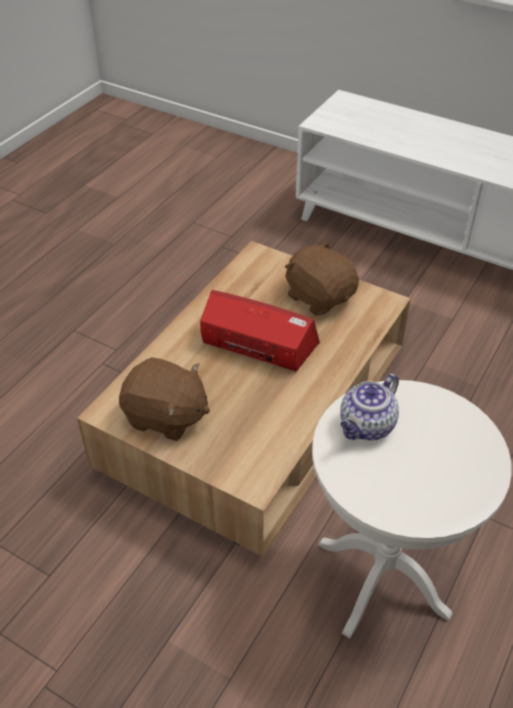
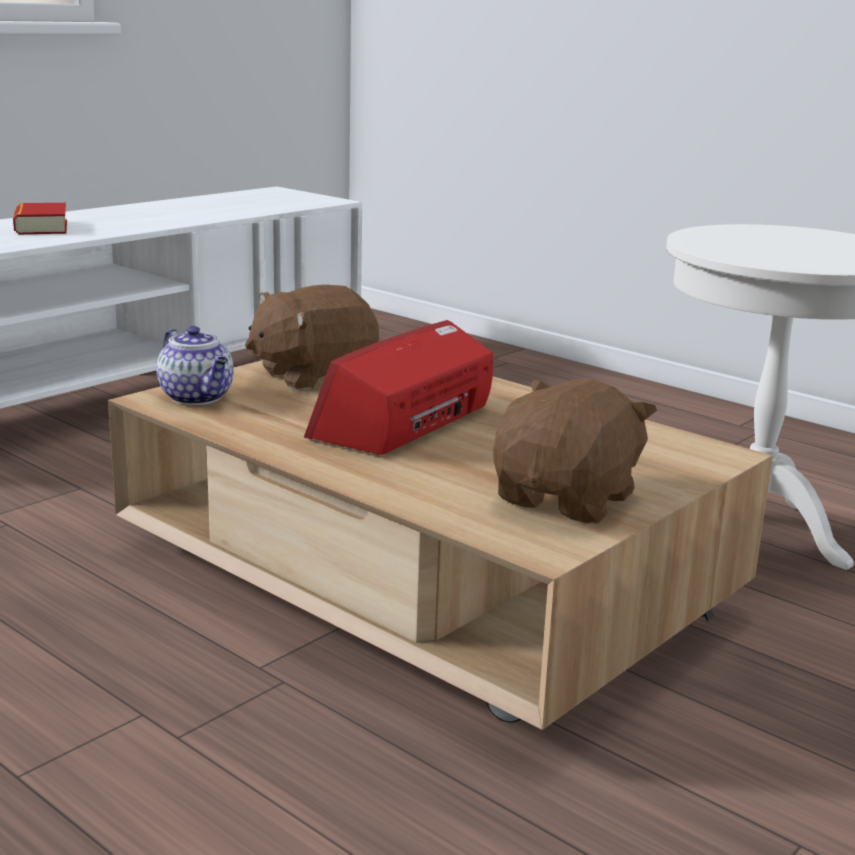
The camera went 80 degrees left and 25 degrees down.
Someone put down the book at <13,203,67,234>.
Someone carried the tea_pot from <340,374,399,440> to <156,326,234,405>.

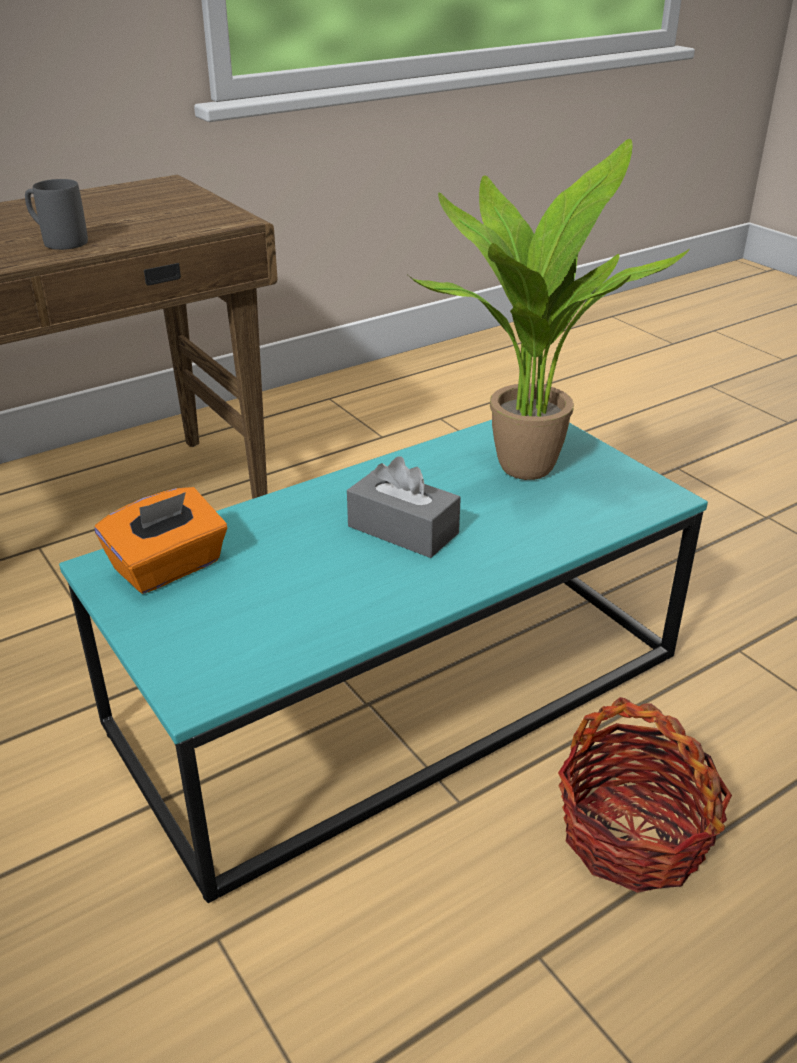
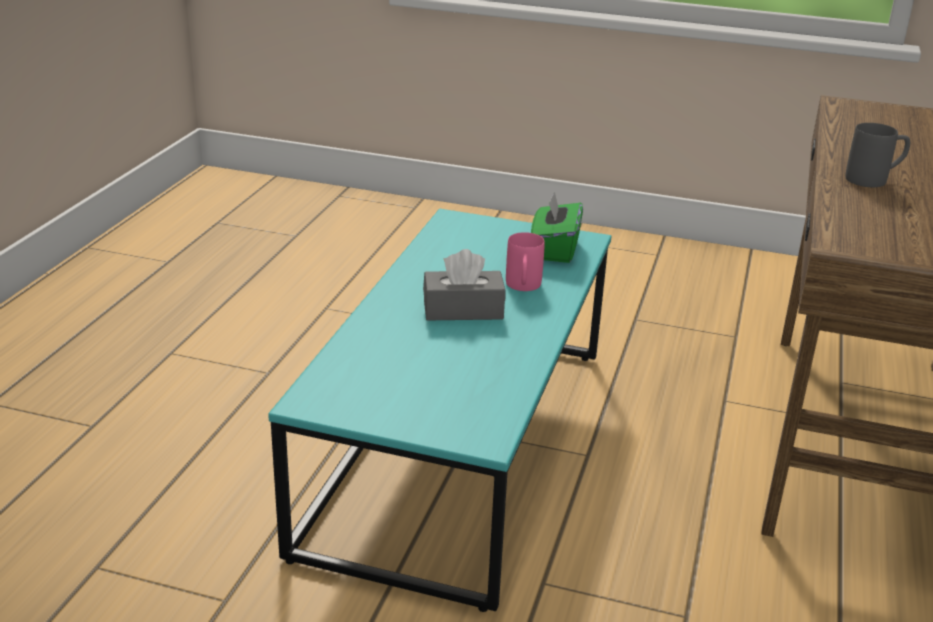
The camera went 140 degrees right and 5 degrees down.
Someone took away the potted_plant at <408,139,690,480>.
Someone took away the household_basket at <558,697,732,893>.
Someone put down the pink-coloured_tea_mug at <506,232,545,291>.
Someone repainted the orange_box_of_tissues at <95,487,227,594>, which became the green_box_of_tissues at <531,191,583,263>.

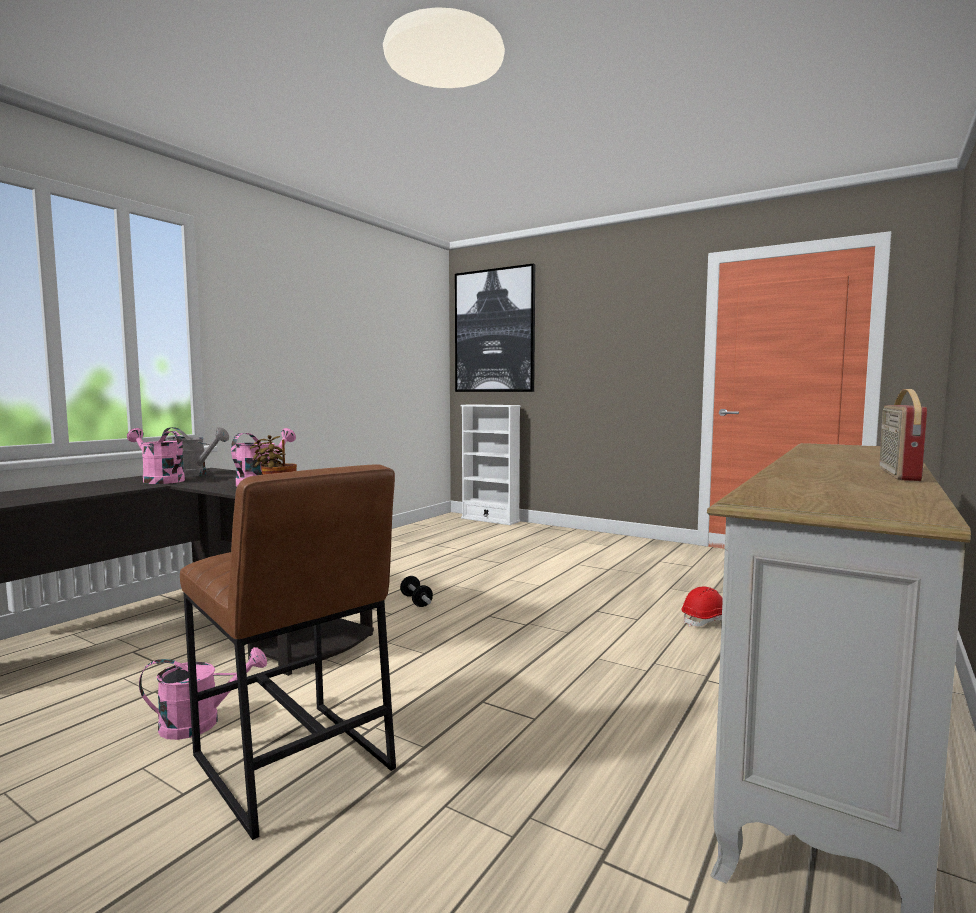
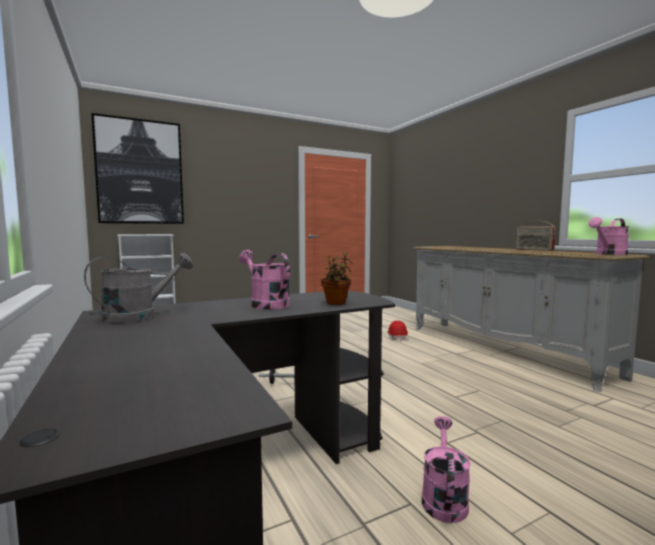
The camera went 60 degrees left and 0 degrees up.
Someone took away the brownish_chair at <180,464,396,840>.
Someone carried the pink-coloured_watering_pot from <127,428,185,484> to <588,217,629,255>.

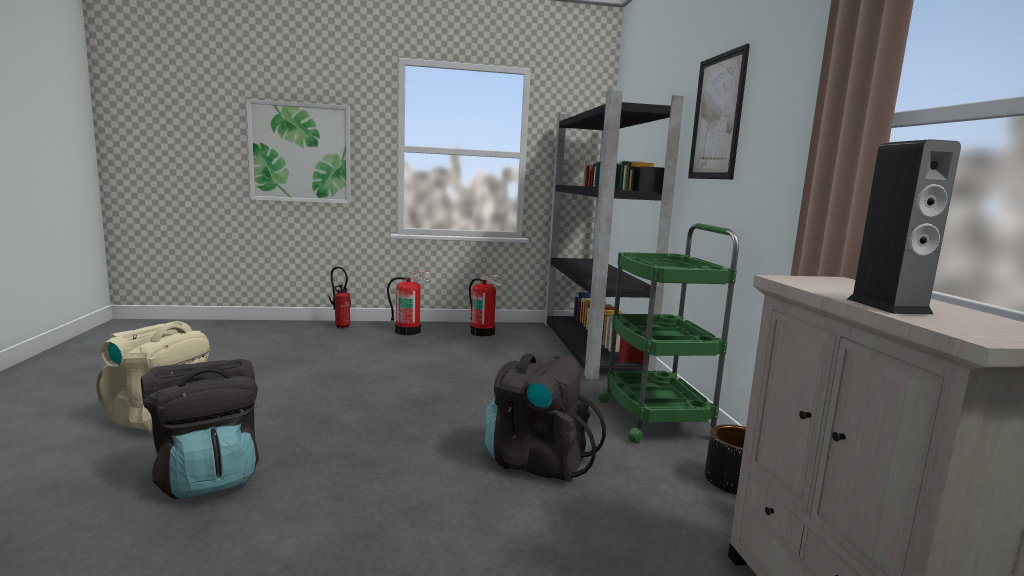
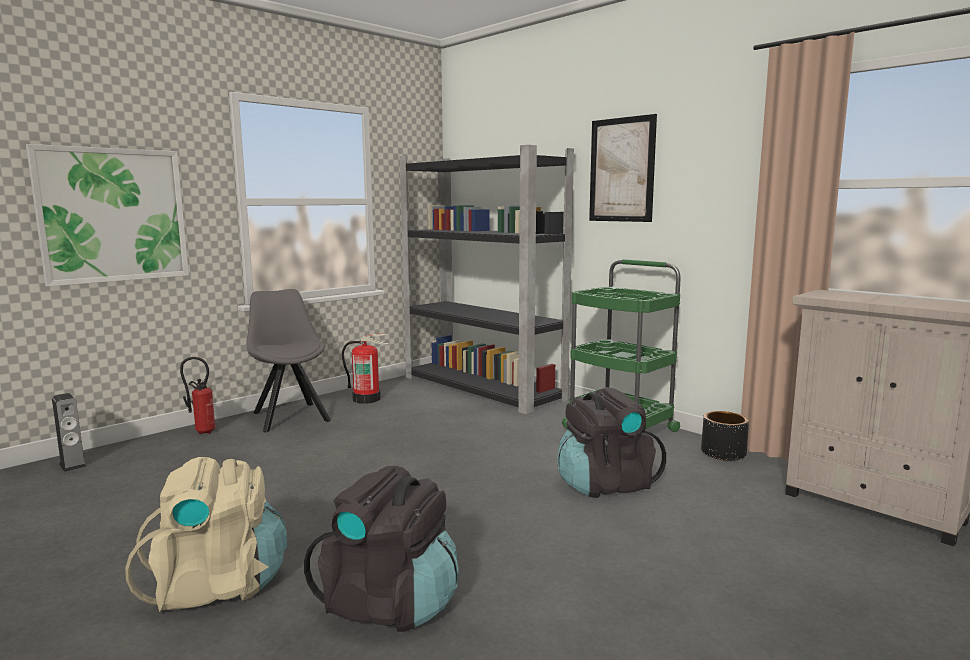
The camera went 35 degrees left and 0 degrees up.
Someone carried the audio_speaker from <848,139,961,315> to <52,393,87,472>.
Someone swapped the fire_extinguisher at <387,271,431,335> for the greyish_chair at <246,289,331,432>.

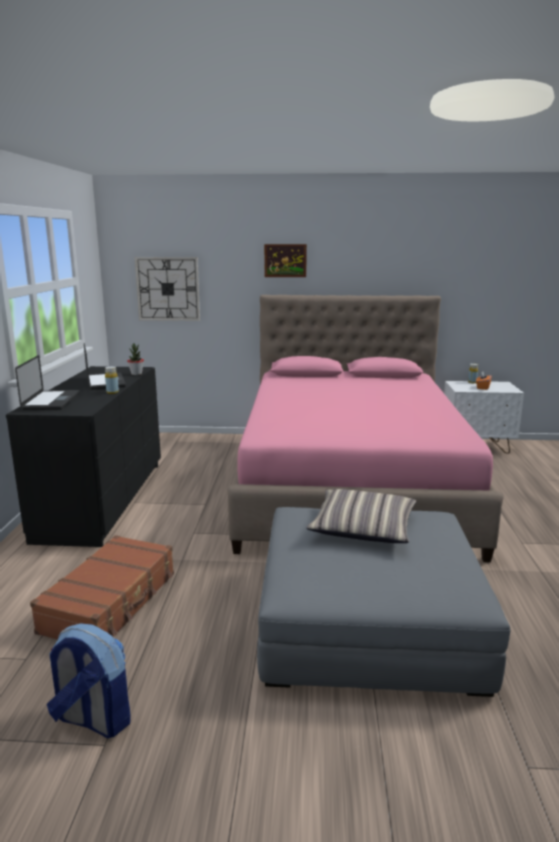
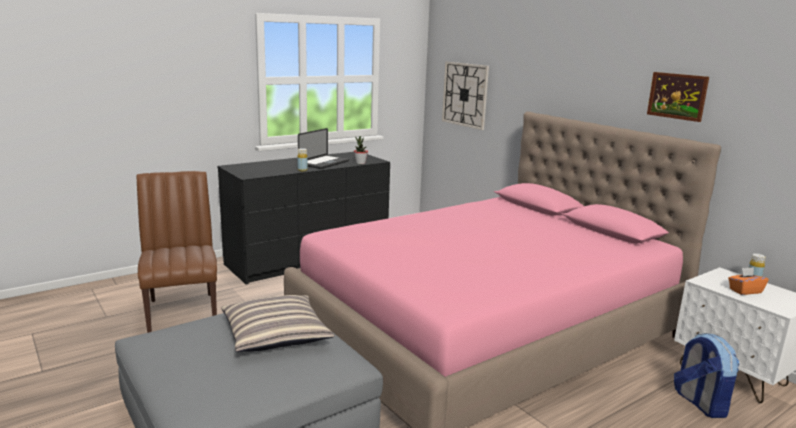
The camera went 50 degrees right and 0 degrees up.
Someone took away the portable_computer at <15,355,80,410>.
Someone carried the knapsack from <47,623,131,738> to <674,333,739,418>.
Someone carried the wall_art from <264,244,307,277> to <647,72,709,122>.
Someone swapped the brownish_suitcase at <30,535,174,640> for the brownish_chair at <137,171,217,333>.

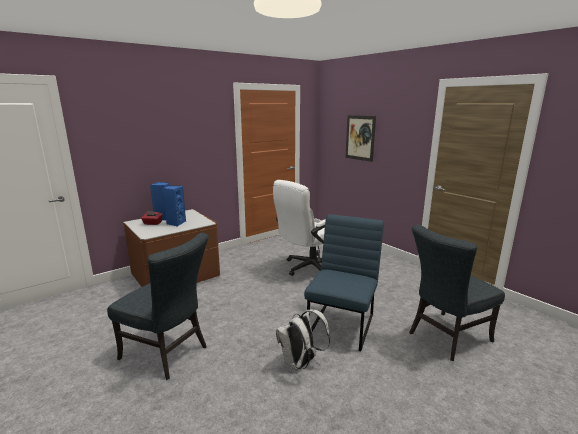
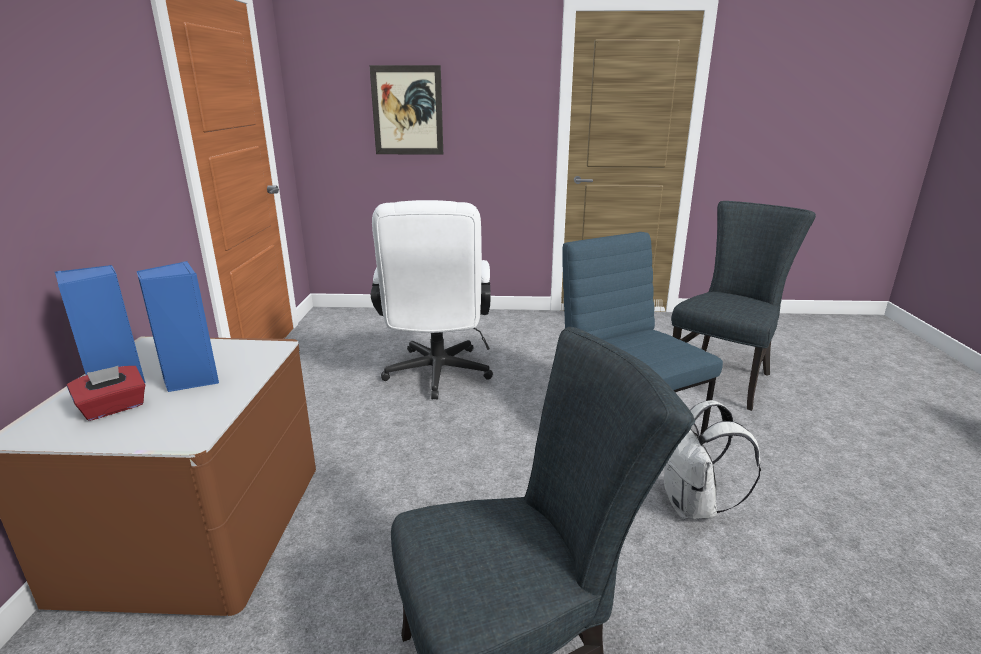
The camera went 50 degrees left and 5 degrees up.
Someone rotated the greyish_chair at <409,225,505,361> by 150 degrees counterclockwise.

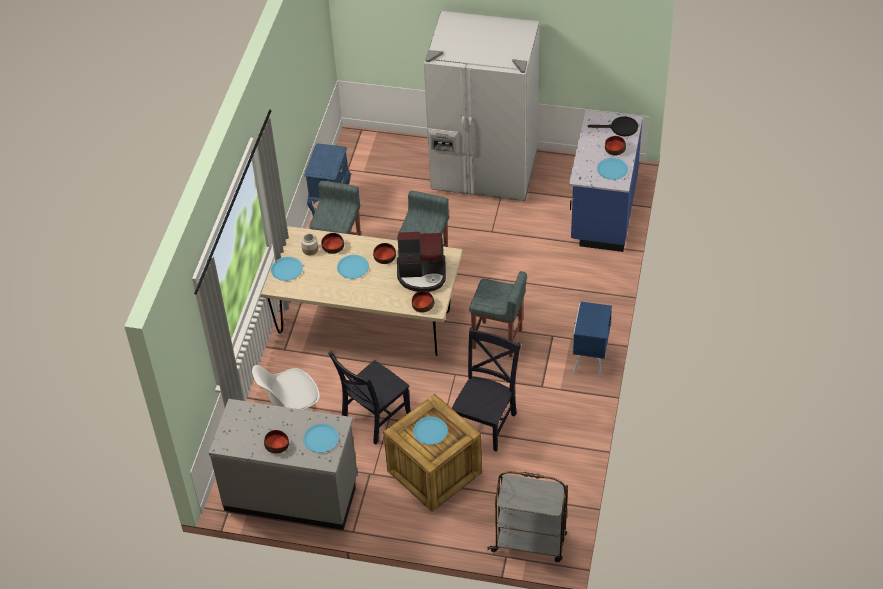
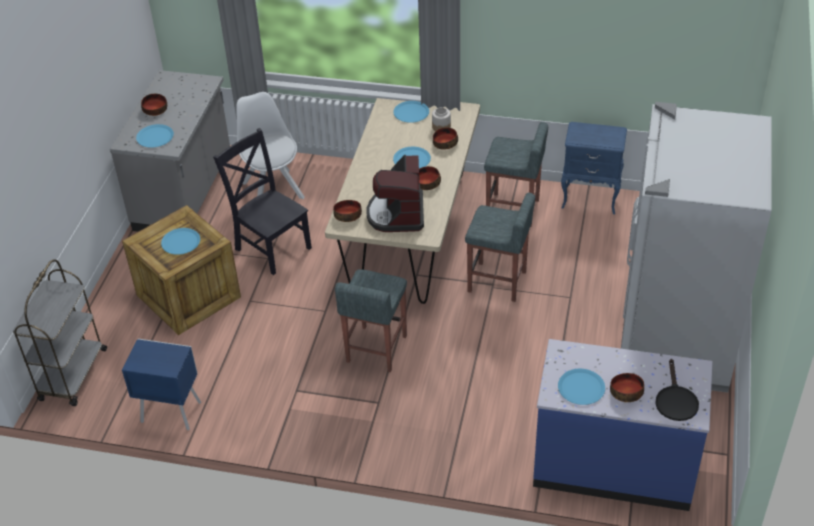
The camera went 90 degrees right and 5 degrees down.
Someone took away the blackish_chair at <452,328,521,452>.
Someone carried the bluish_night_table from <572,302,612,377> to <122,339,201,430>.

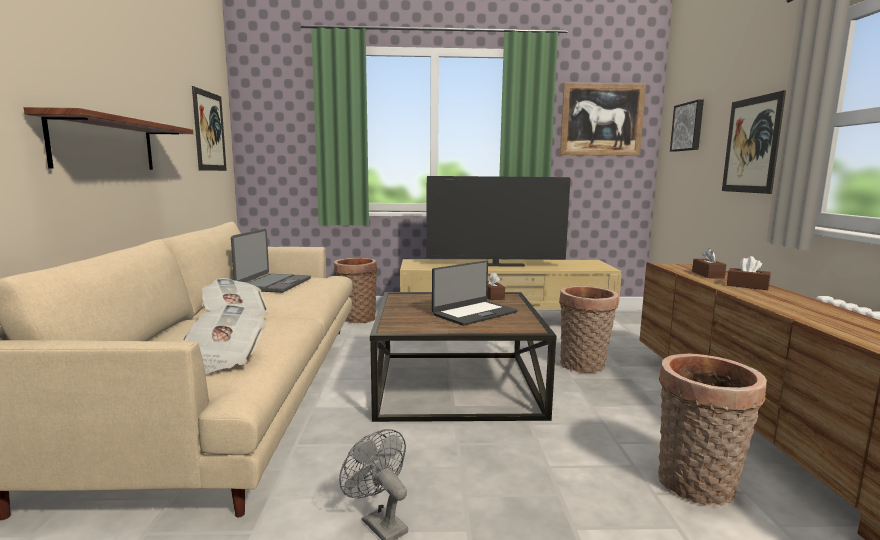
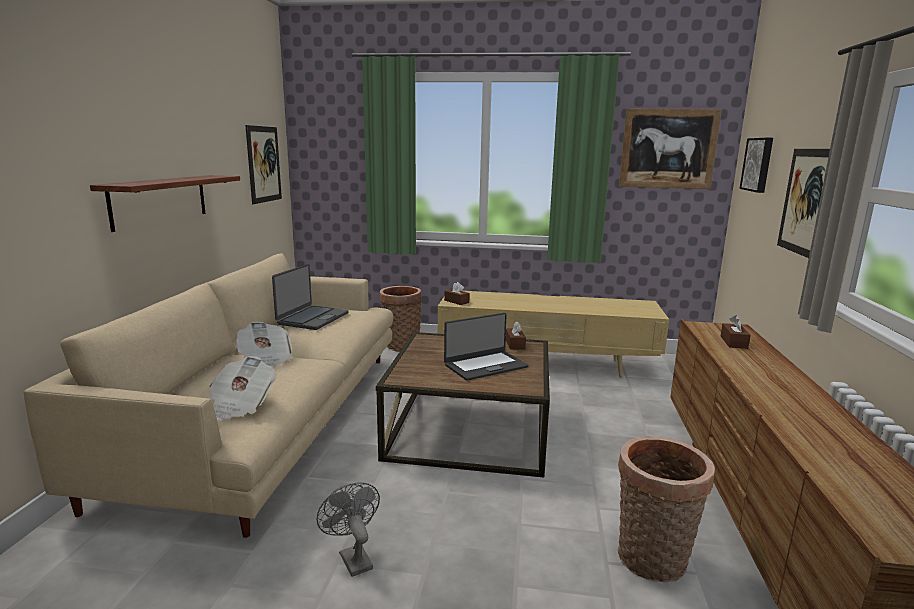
The camera went 10 degrees right and 5 degrees up.
Someone took away the television at <426,176,570,267>.
Someone took away the household_basket at <559,286,619,373>.
Someone carried the brownish_box_of_tissues from <727,256,771,290> to <444,282,470,305>.

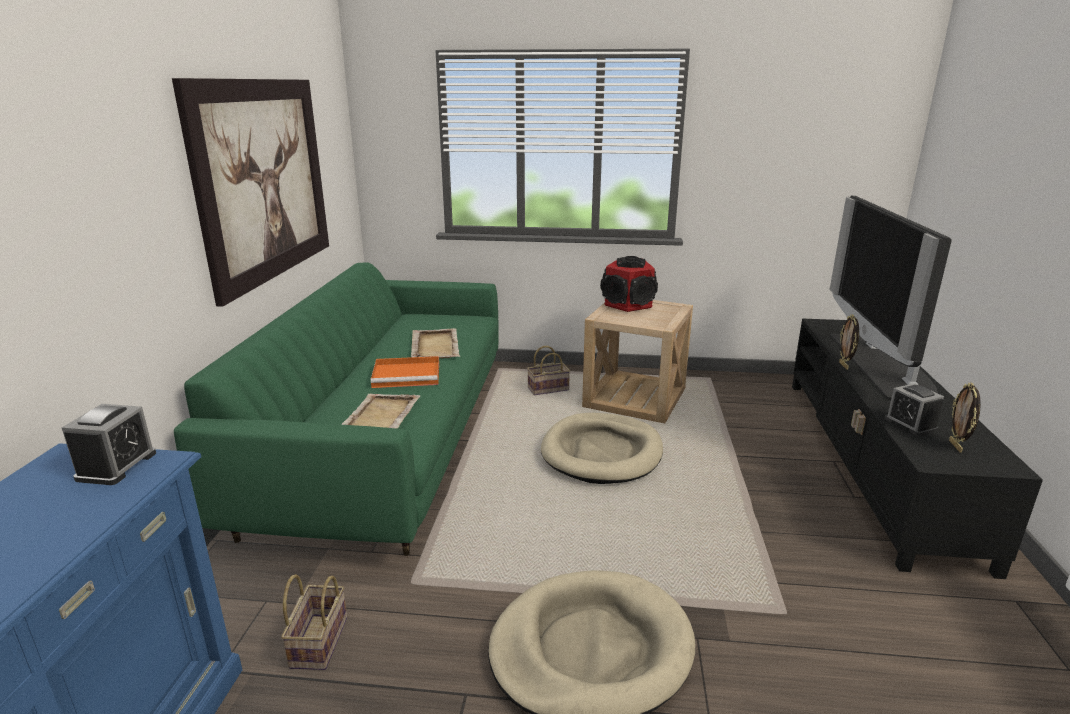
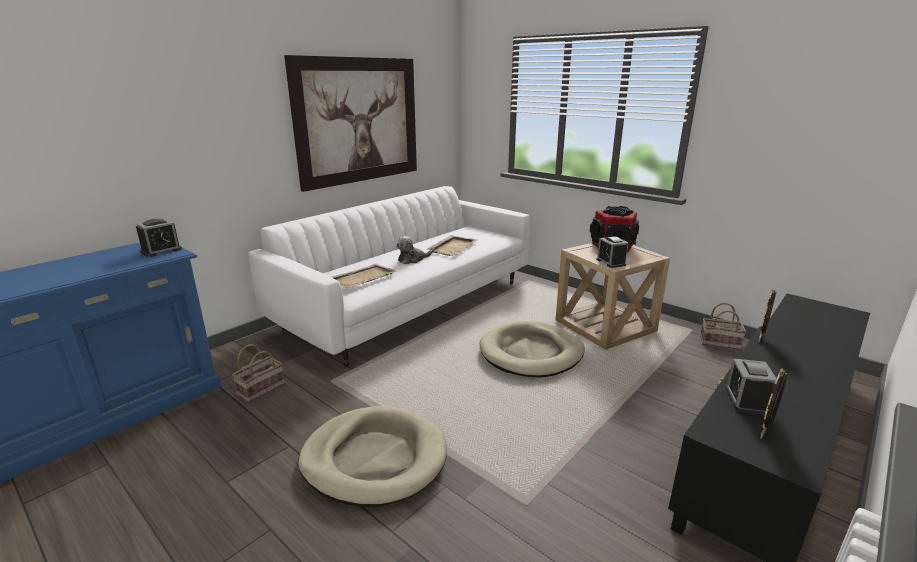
The camera went 35 degrees right and 0 degrees up.
Someone took away the television at <829,196,952,399>.
Someone put down the alarm_clock at <596,236,628,268>.
Someone carried the household_basket from <527,346,570,395> to <700,303,746,350>.
Someone swapped the orange_carrying_tray at <371,356,439,388> for the plush_toy at <396,236,432,264>.
Someone repainted the green_couch at <174,262,499,556>, which became the whitish_couch at <248,186,530,367>.

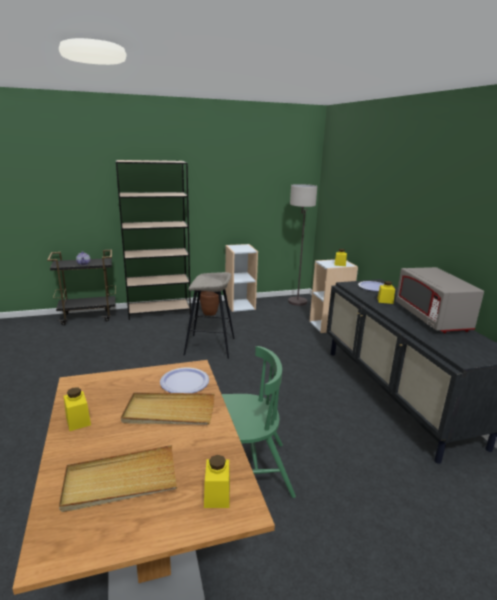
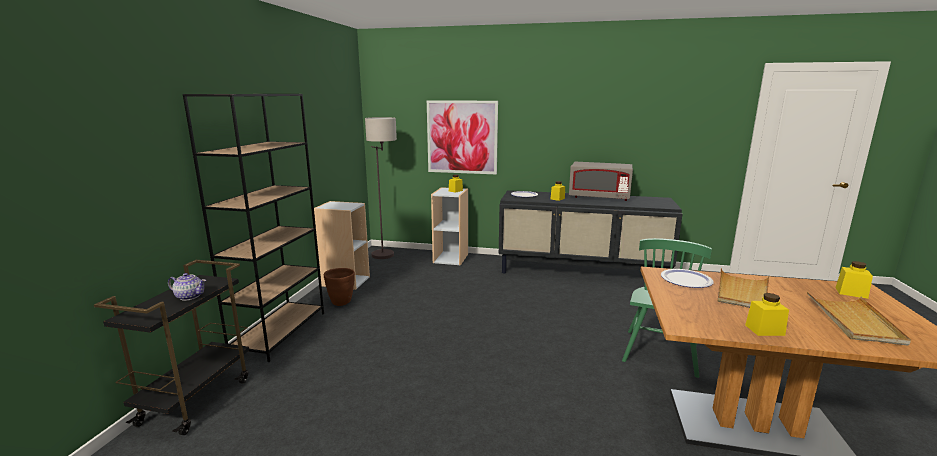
The camera went 60 degrees left and 5 degrees down.
Someone took away the greyish_stool at <184,272,235,359>.
Someone put up the wall_art at <427,100,498,175>.

